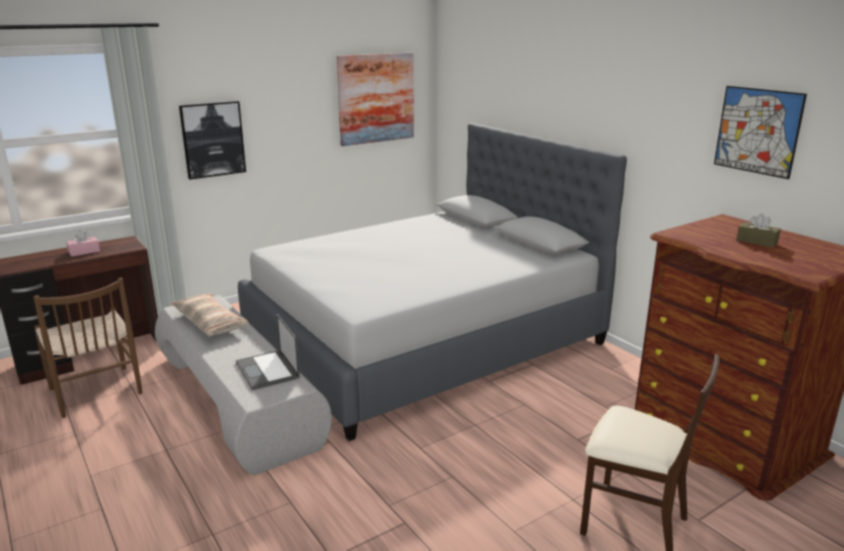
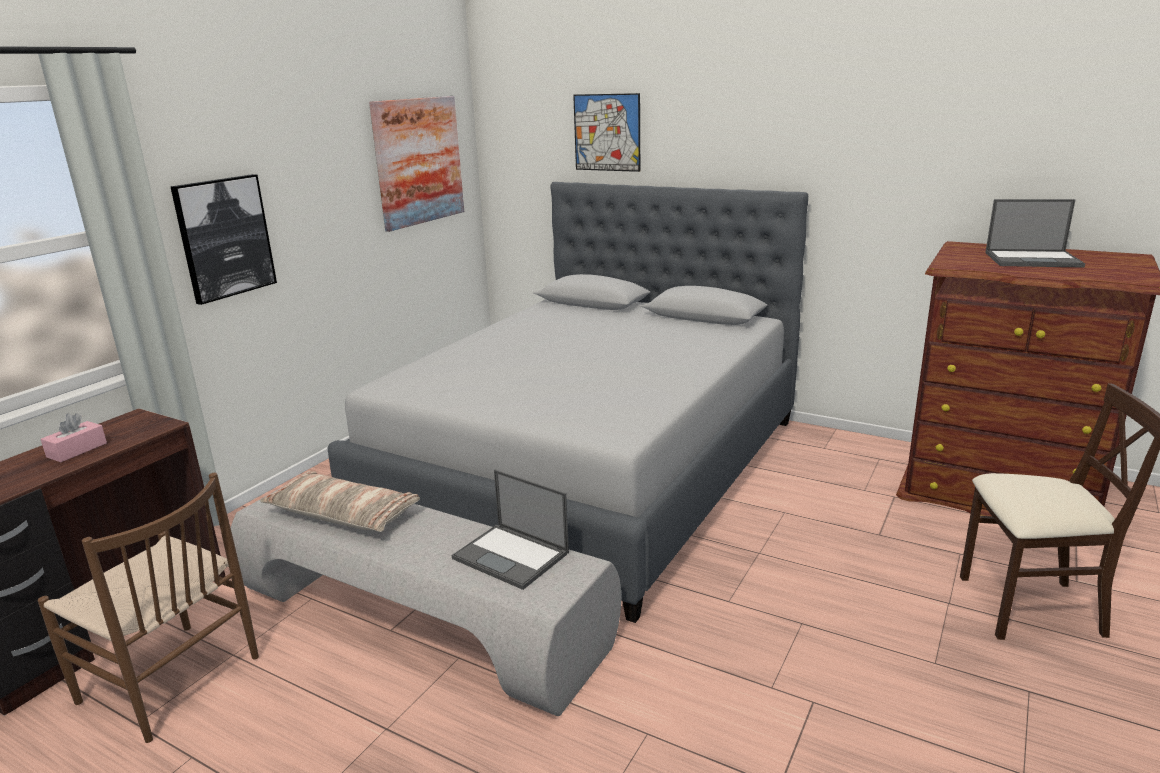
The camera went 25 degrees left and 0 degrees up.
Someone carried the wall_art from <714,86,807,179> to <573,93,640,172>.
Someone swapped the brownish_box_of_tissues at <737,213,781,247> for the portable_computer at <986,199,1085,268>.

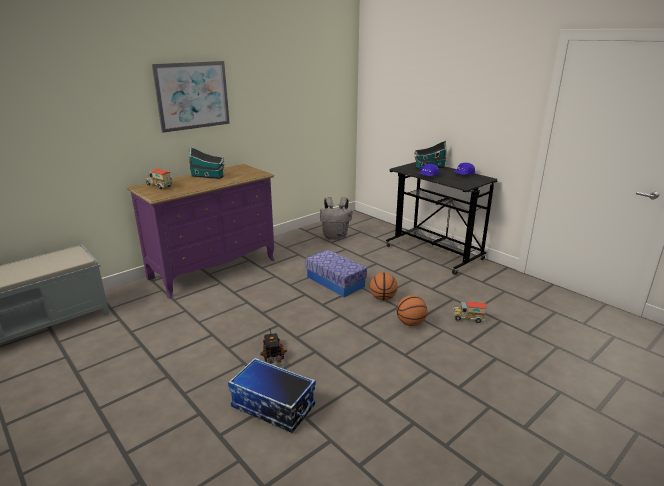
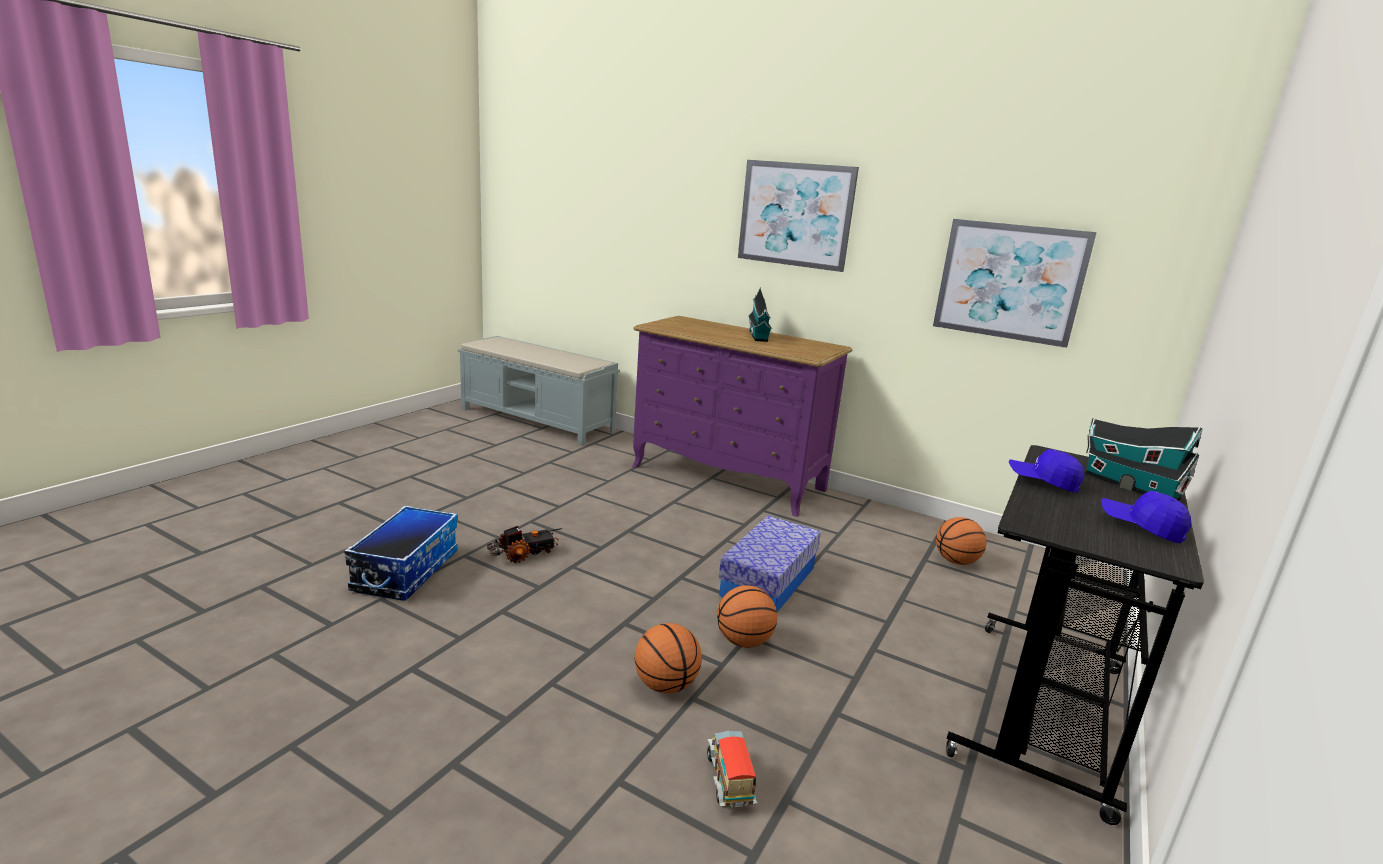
The camera went 70 degrees right and 5 degrees down.
Someone took away the model_truck at <146,169,174,189>.
Someone put up the wall_art at <933,219,1097,348>.
Someone swapped the greyish_knapsack at <320,197,352,239> for the basketball at <936,517,986,565>.

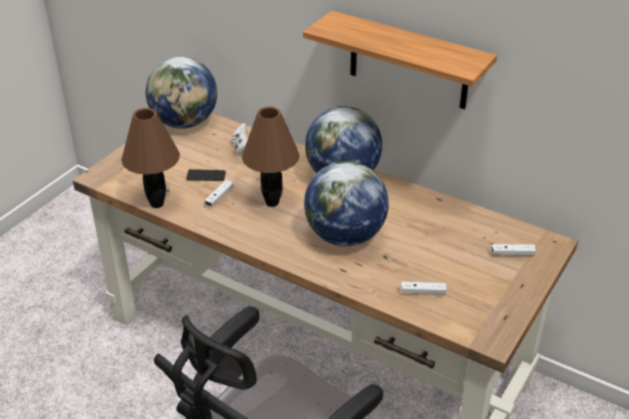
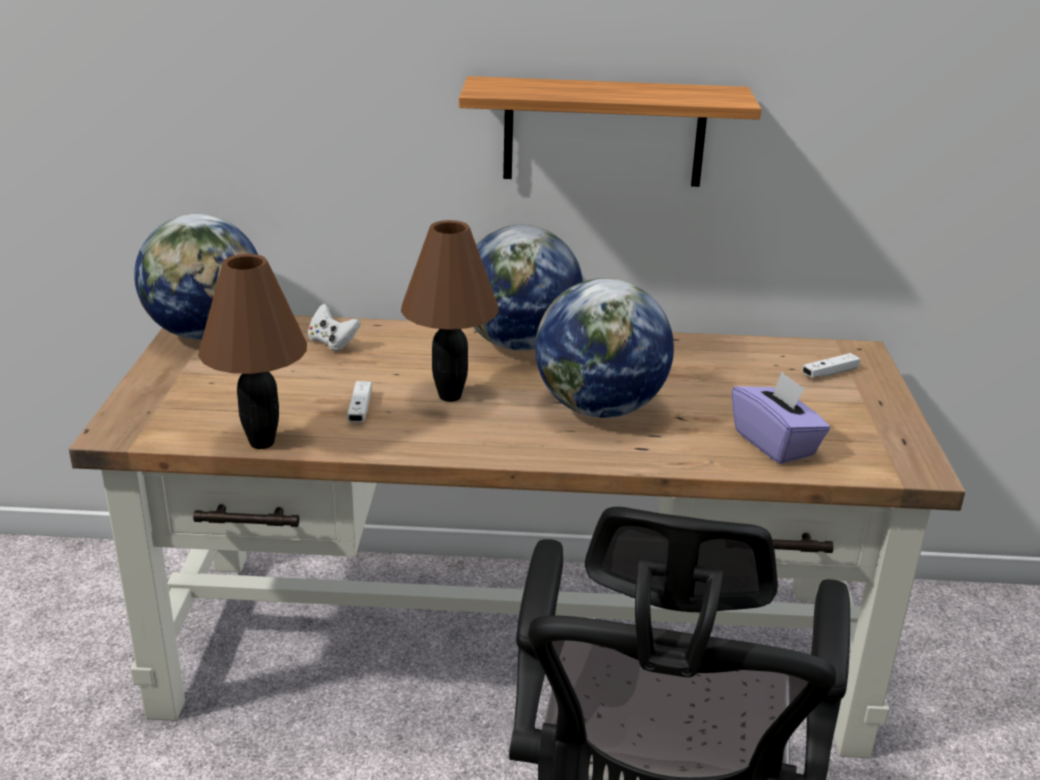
The camera went 30 degrees left and 10 degrees down.
Someone took away the phone at <186,169,226,181>.
Someone swapped the whitish_game_controller at <401,282,447,295> for the purplish_box_of_tissues at <732,372,830,464>.

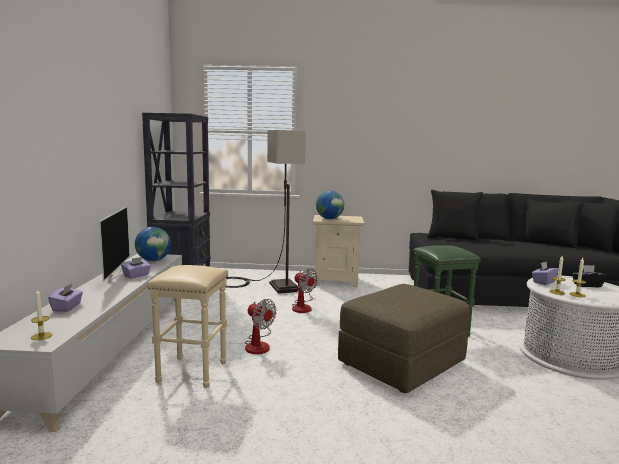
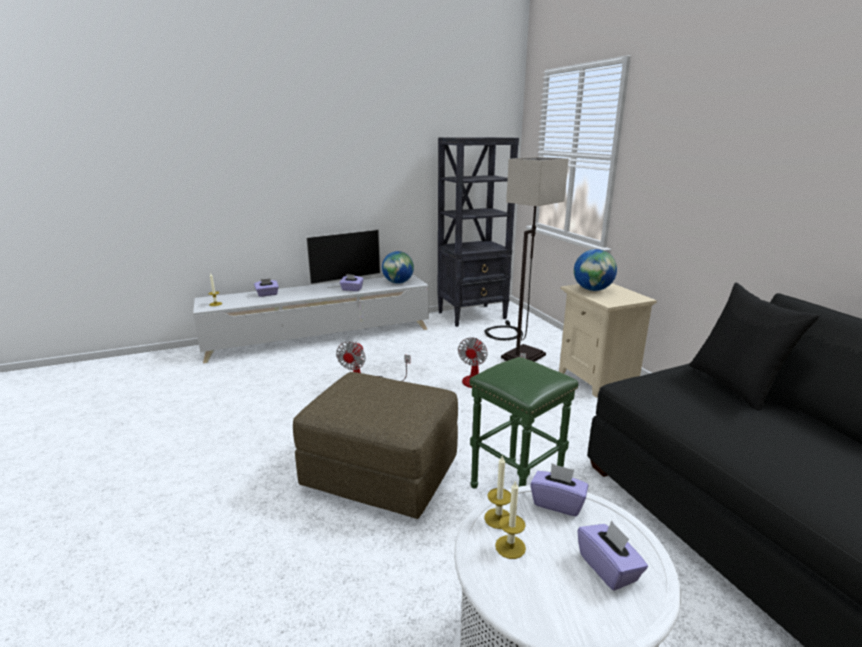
The camera went 65 degrees right and 10 degrees up.
Someone took away the beige-coloured_stool at <147,265,228,388>.
Someone repainted the blackish_box_of_tissues at <572,265,607,287>, which became the purplish_box_of_tissues at <577,520,648,591>.

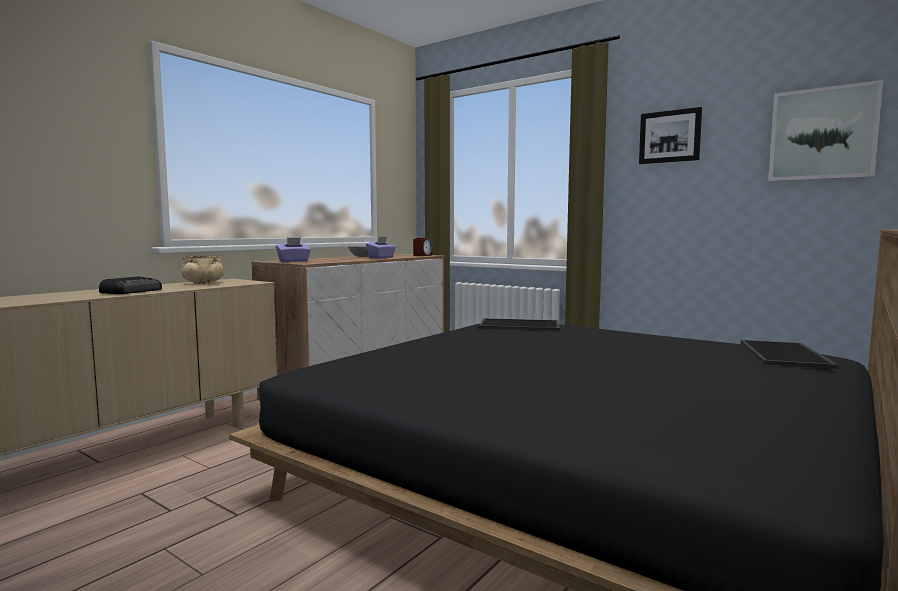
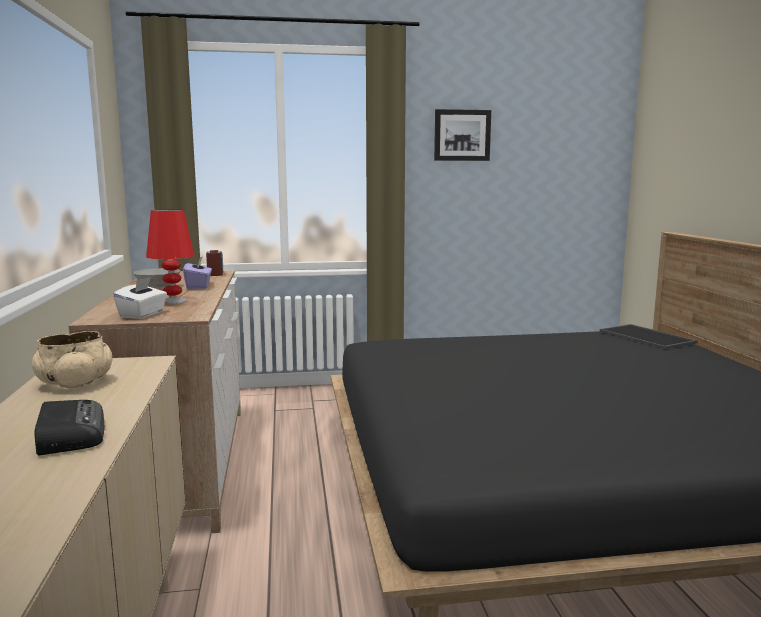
The camera went 45 degrees left and 5 degrees up.
Someone took away the carrying_tray at <479,318,560,331>.
Someone took away the wall_art at <768,80,883,182>.
Someone put down the red-coloured_table_lamp at <146,209,194,304>.
Someone repainted the purplish_box_of_tissues at <276,238,311,262>, which became the whitish_box_of_tissues at <113,277,167,319>.

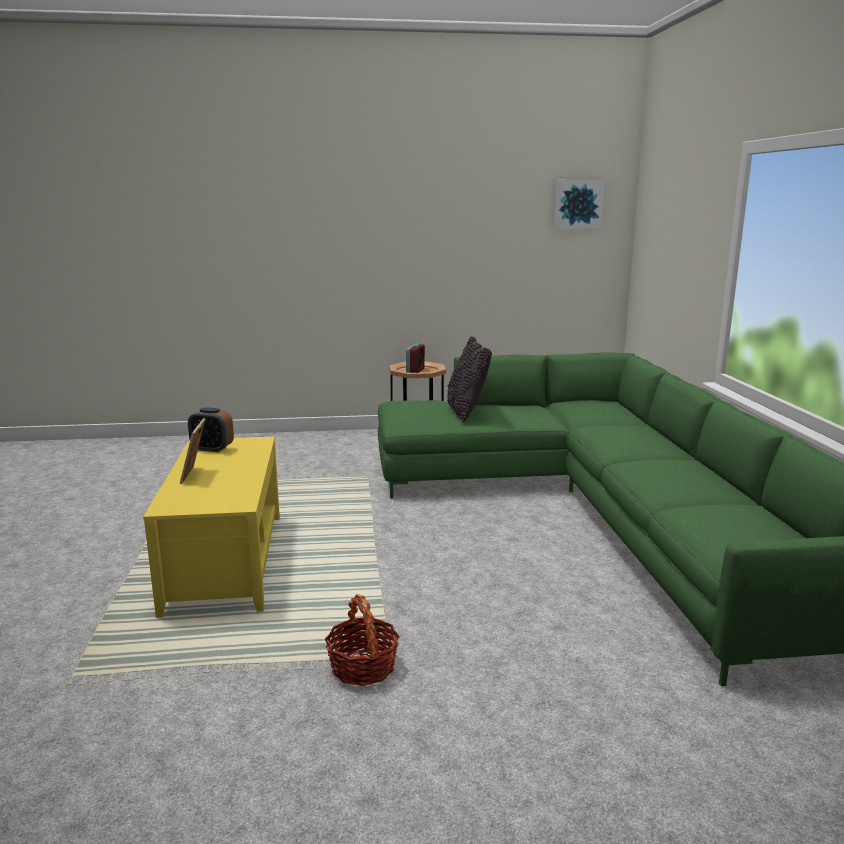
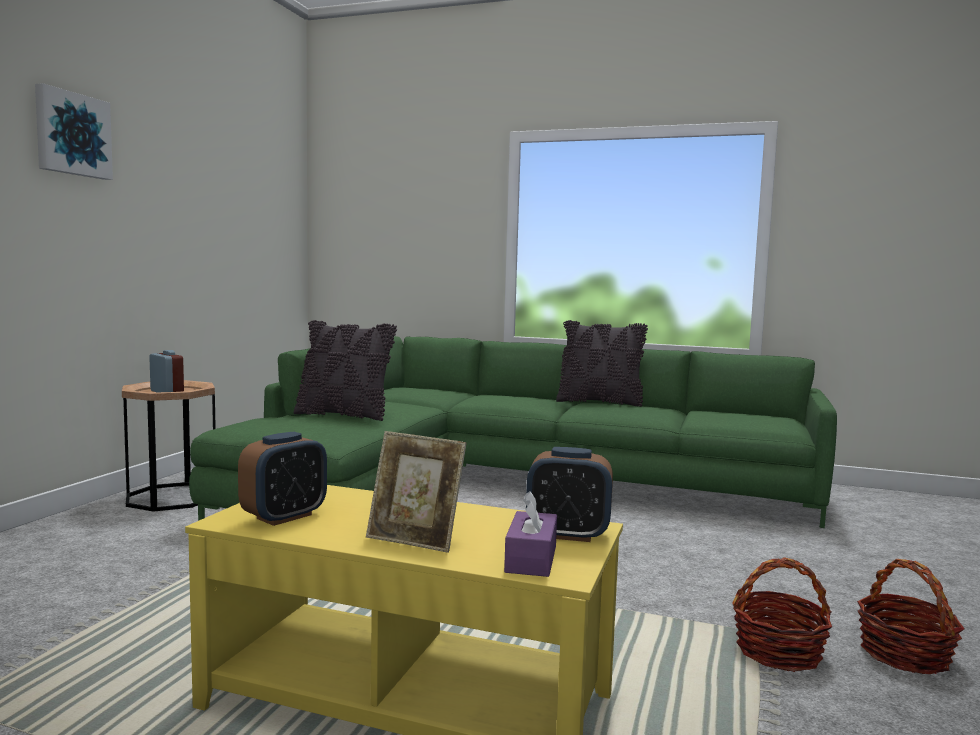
The camera went 65 degrees left and 10 degrees down.
Someone put down the purplish_box_of_tissues at <504,491,557,577>.
Someone put down the alarm_clock at <526,447,613,542>.
Someone put down the blackish_pillow at <556,320,648,407>.
Someone put down the household_basket at <857,559,965,674>.
Someone carried the wall_art from <554,179,605,229> to <35,83,113,180>.

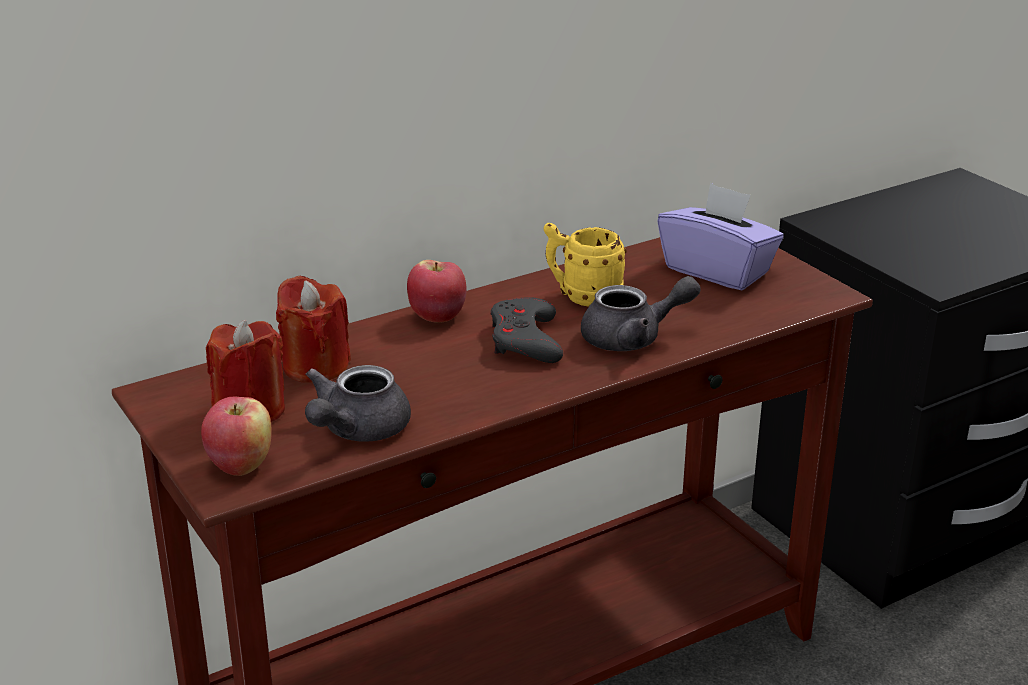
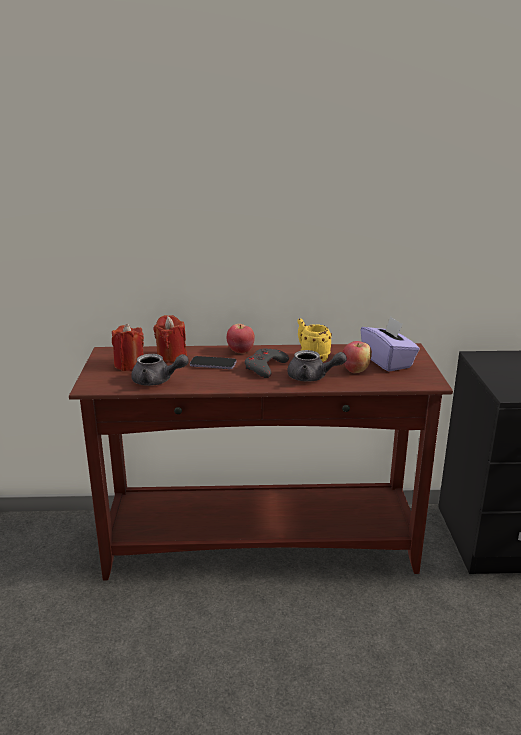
The camera went 30 degrees right and 5 degrees down.
Someone put down the phone at <190,356,237,369>.
Someone carried the whole_apple from <201,397,272,476> to <343,341,372,373>.
Someone rotated the greyish_tea_pot at <305,365,411,442> by 135 degrees counterclockwise.

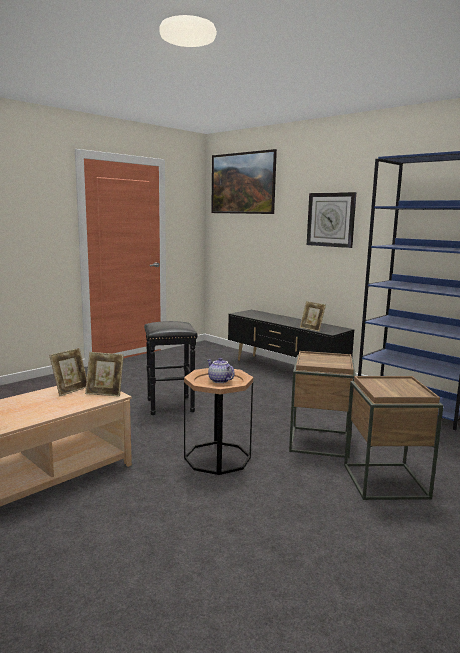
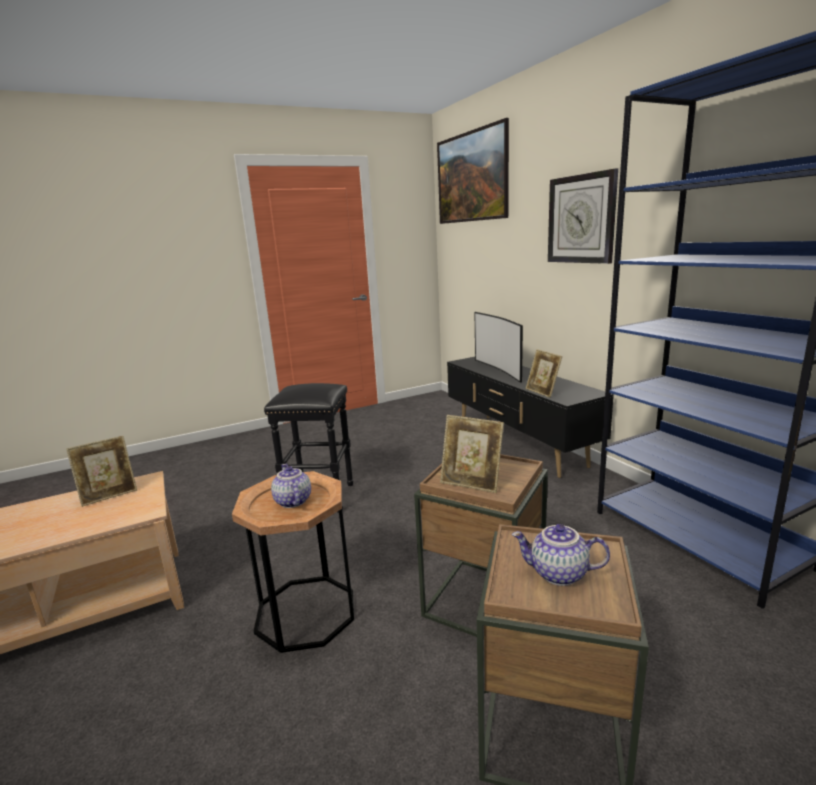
The camera went 20 degrees right and 5 degrees up.
Someone put down the television at <474,312,523,383>.
Someone put down the tea_pot at <512,524,610,586>.
Someone carried the standing_frame from <85,352,124,397> to <440,415,504,493>.

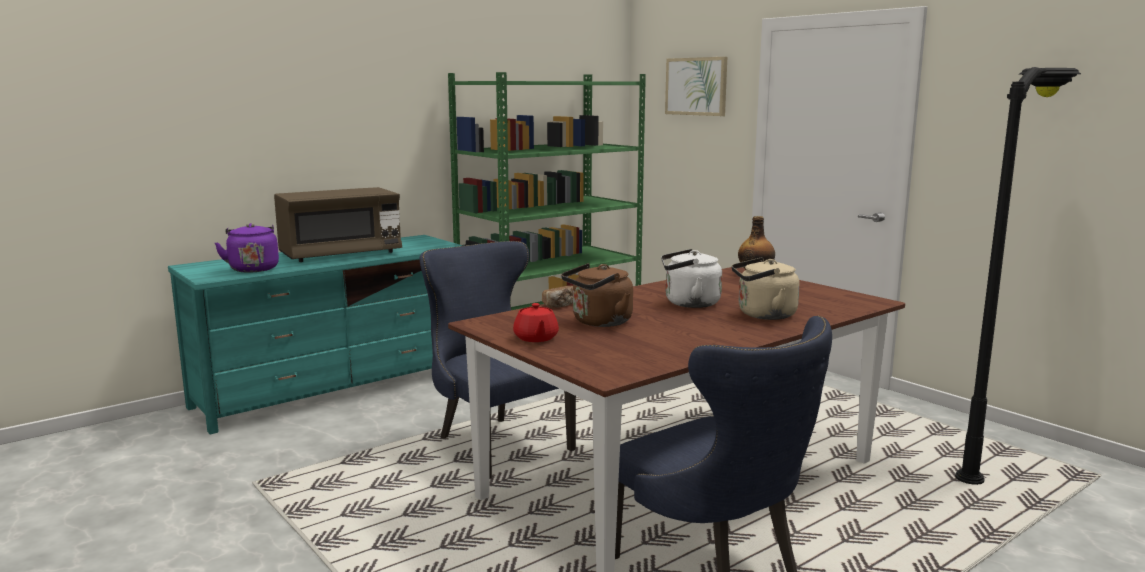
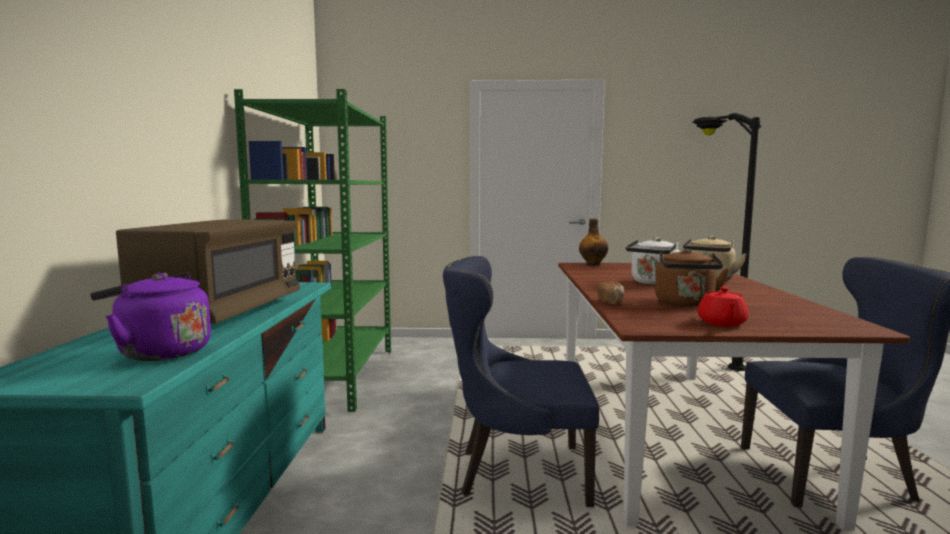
The camera went 50 degrees left and 5 degrees down.
Someone took away the wall_art at <665,57,727,116>.
Someone rotated the red-coloured_tea_pot at <513,303,559,342> by 75 degrees clockwise.

